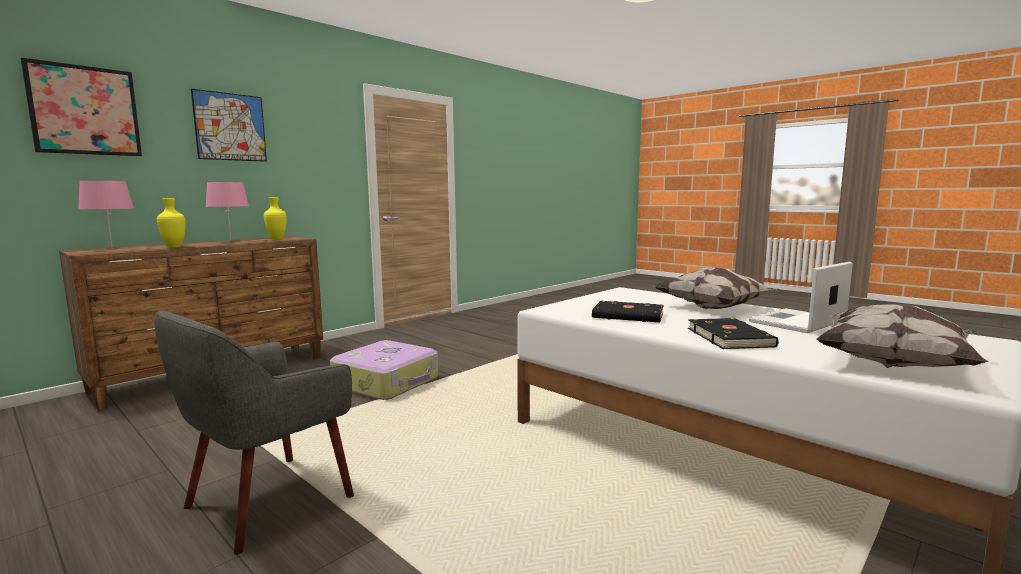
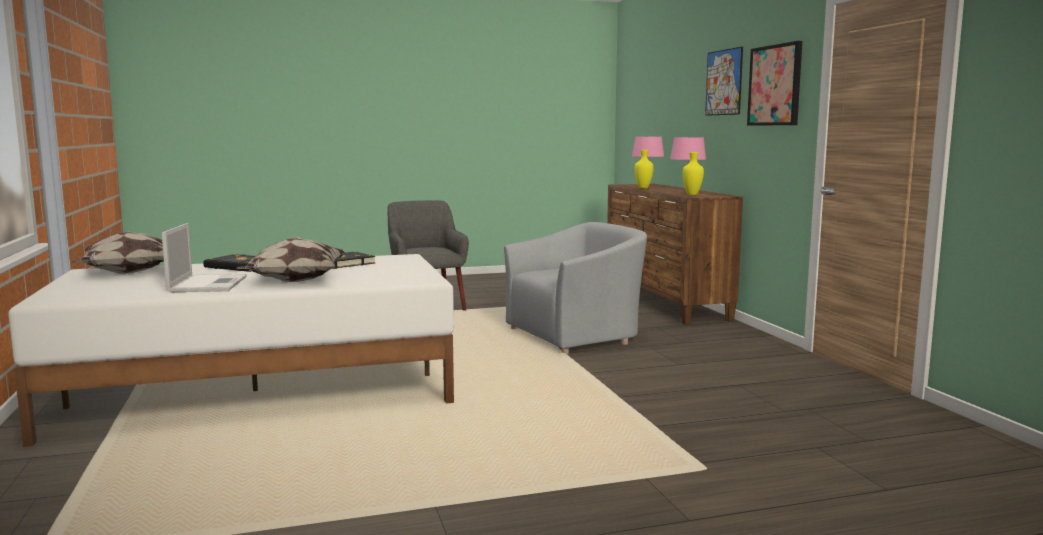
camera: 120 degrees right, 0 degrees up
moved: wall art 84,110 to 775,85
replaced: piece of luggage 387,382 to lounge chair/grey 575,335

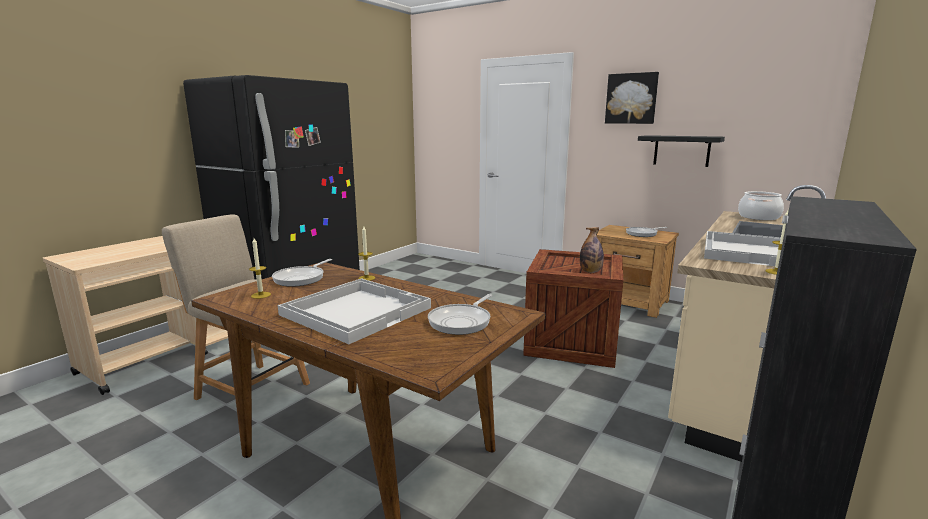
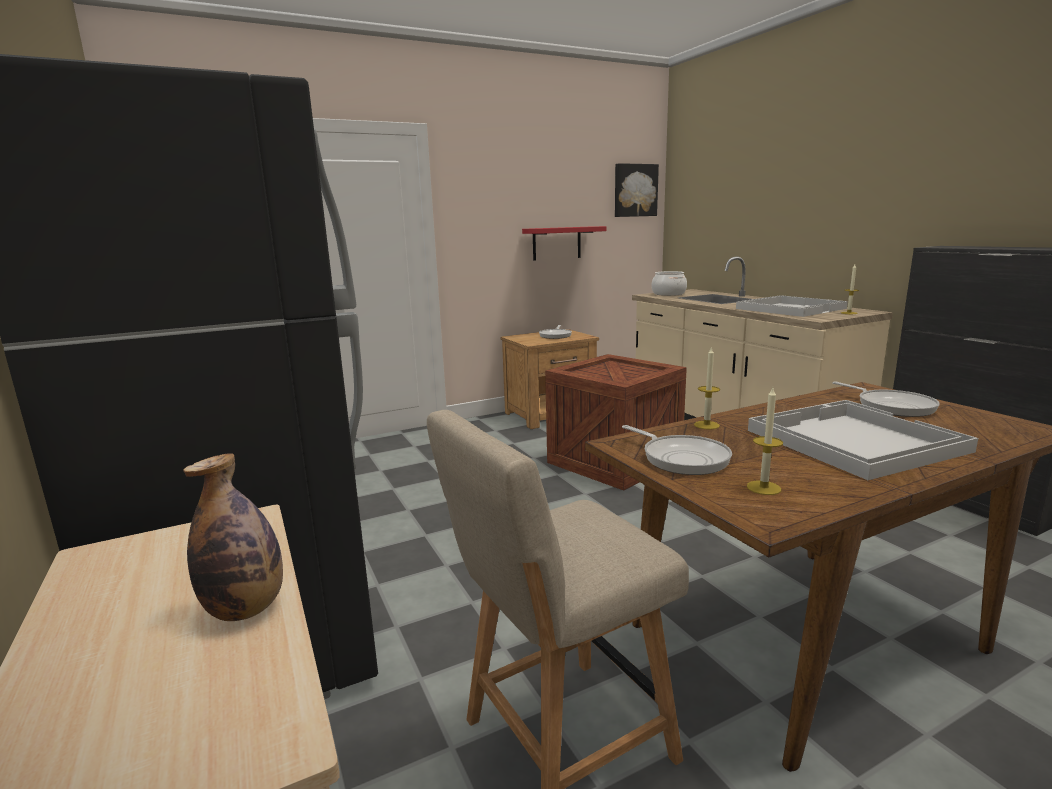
camera: 60 degrees left, 0 degrees up
moved: drink bottle 590,272 to 246,609; wall art 631,98 to 635,190
recoloured: bracket shelf/blackish 681,150 to bracket shelf/red 556,243

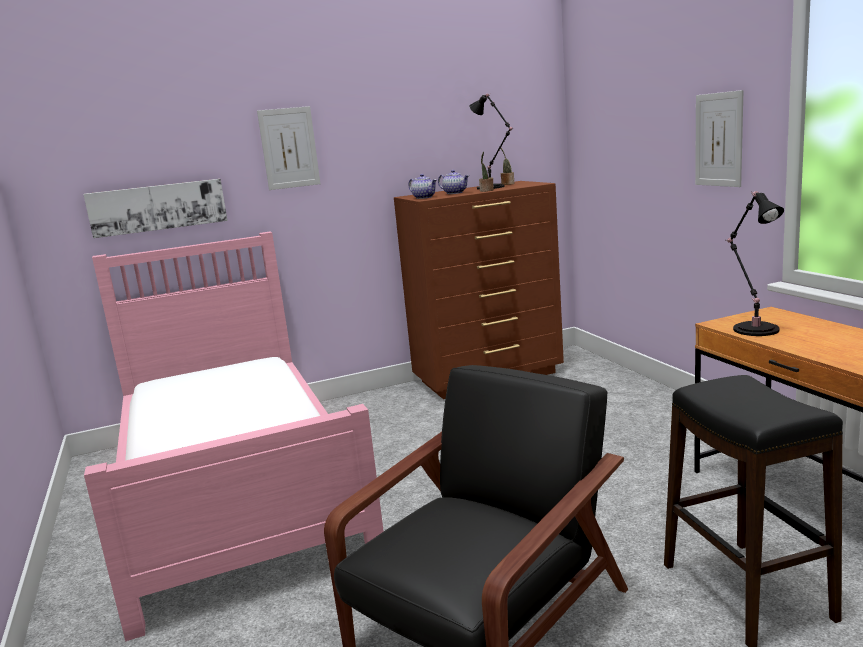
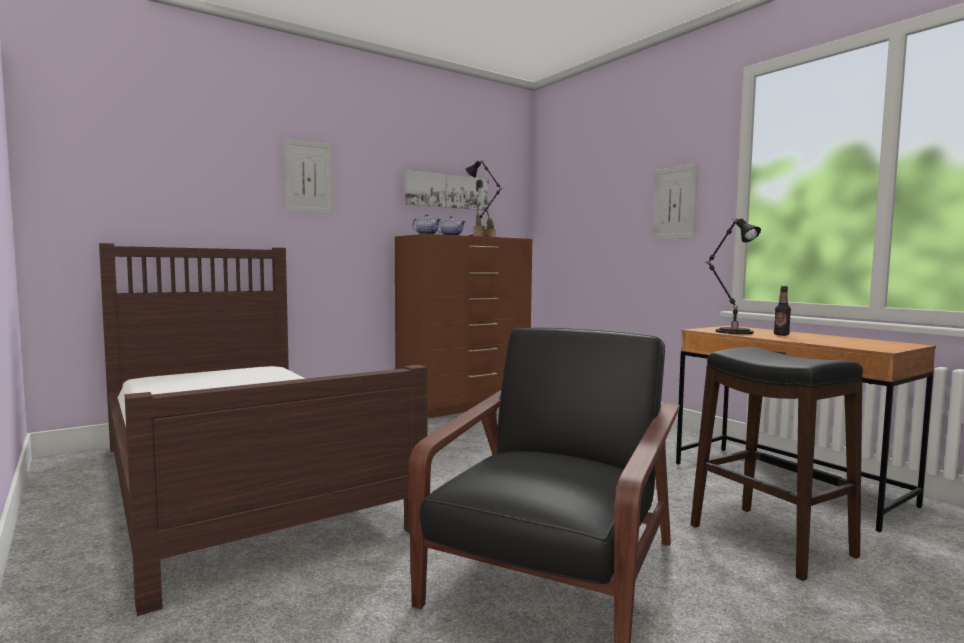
camera: 15 degrees left, 10 degrees down
added: drink bottle 781,335
moved: wall art 158,207 to 447,191
recoloured: sleeping bed/pink-coloured 236,490 to sleeping bed/brown-coloured 240,482

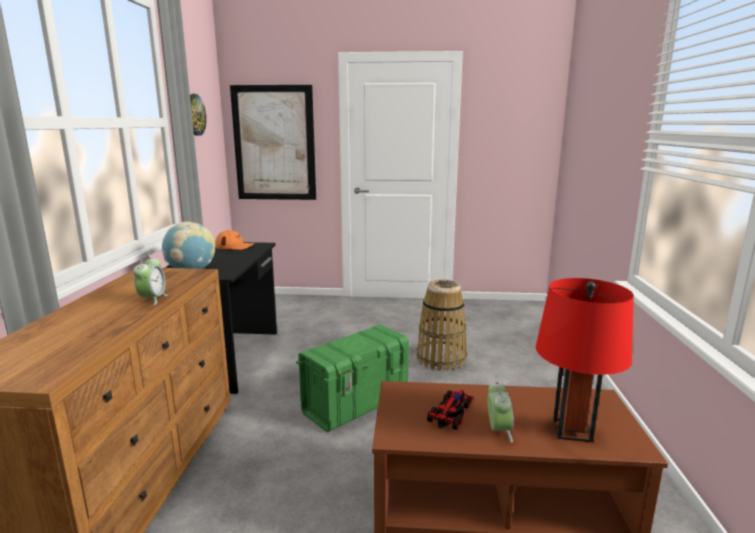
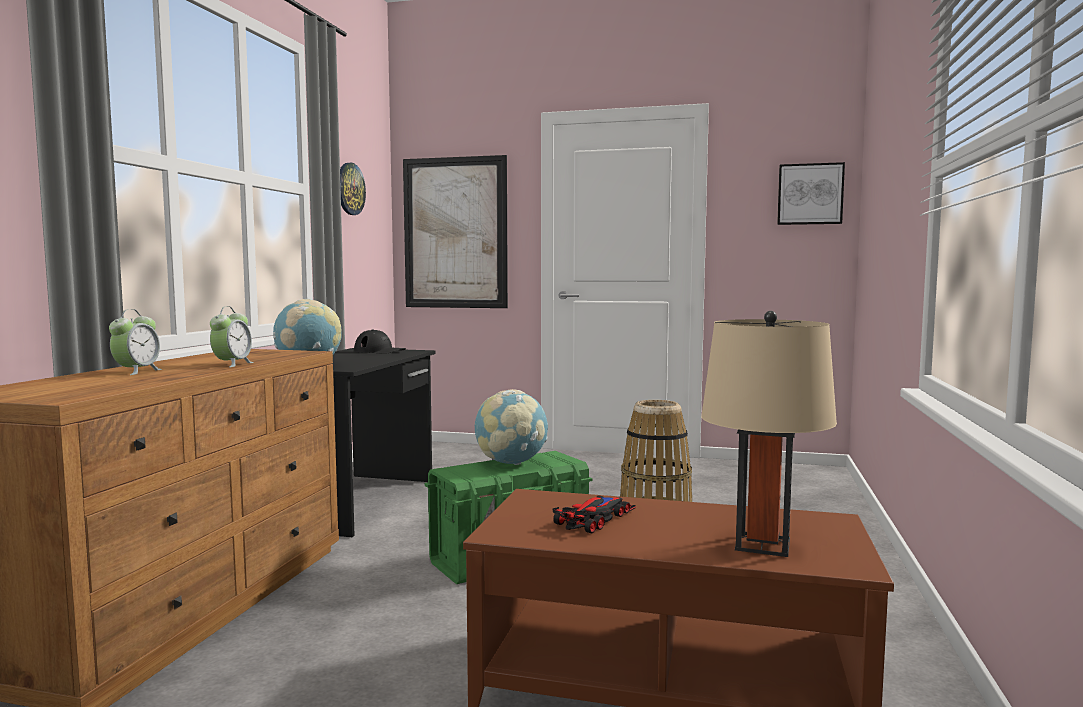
camera: 10 degrees right, 10 degrees down
added: globe 511,463; wall art 810,194
moved: bedside clock 498,431 to 137,371
recoloured: baseball cap/orange 234,246 to baseball cap/blackish 380,351; tabletop lamp/red 572,430 to tabletop lamp/beige-coloured 763,545

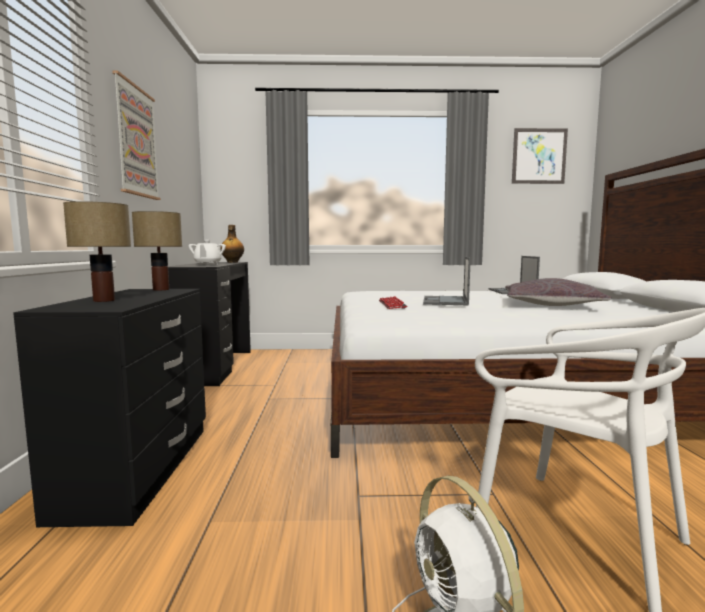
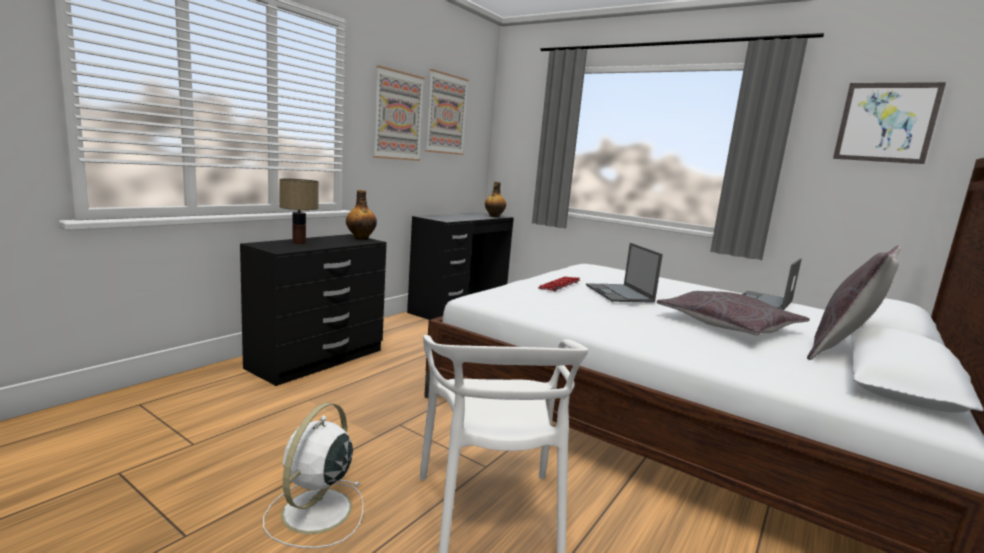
camera: 35 degrees right, 5 degrees up
removed: teapot/whitish 207,264
added: wall art 446,114; cushion/grey 842,353
replaced: tabletop lamp 160,289 to drink bottle 361,238
turned: laptop 445,301 = 619,293 60 degrees counterclockwise

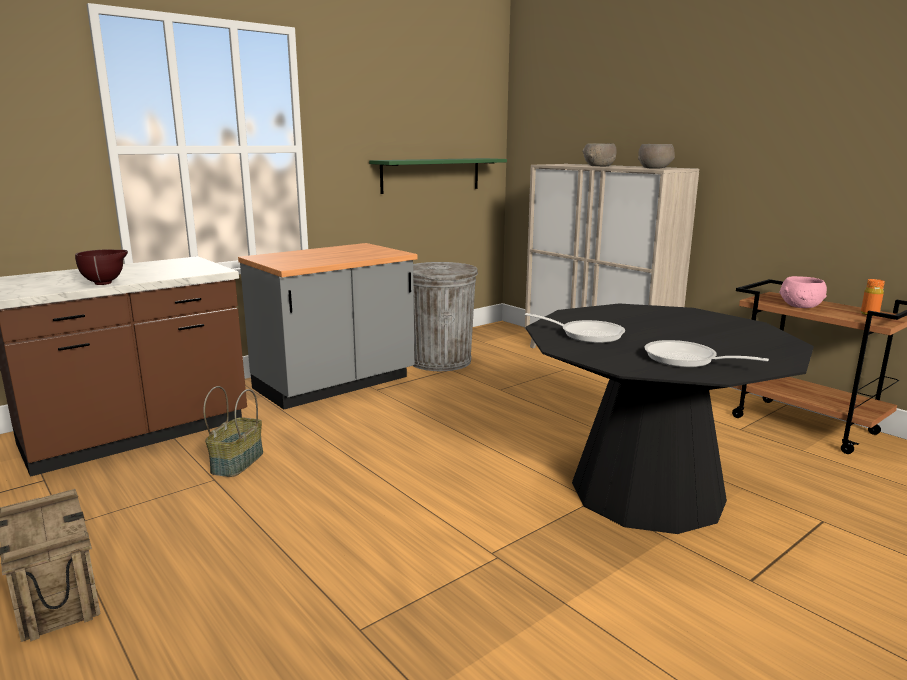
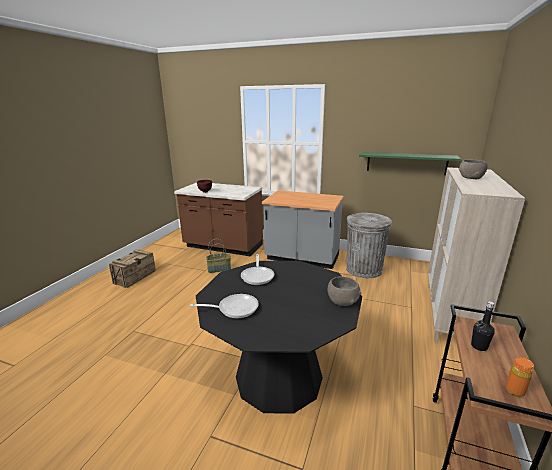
camera: 60 degrees right, 5 degrees up
moved: bowl/grey 654,168 to 342,301
replaced: bowl/pink-coloured 801,306 to drink bottle/blackish 479,346
turned: pan 686,360 = 234,308 75 degrees clockwise

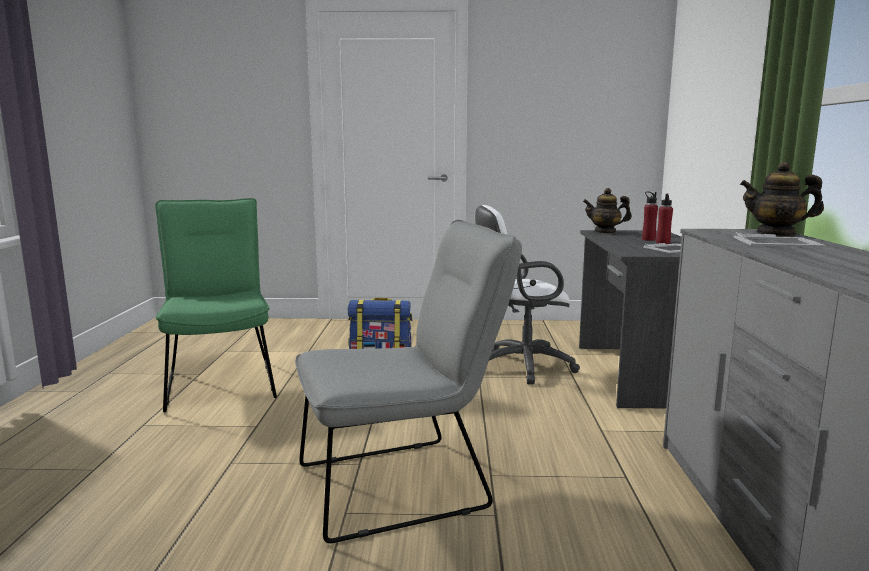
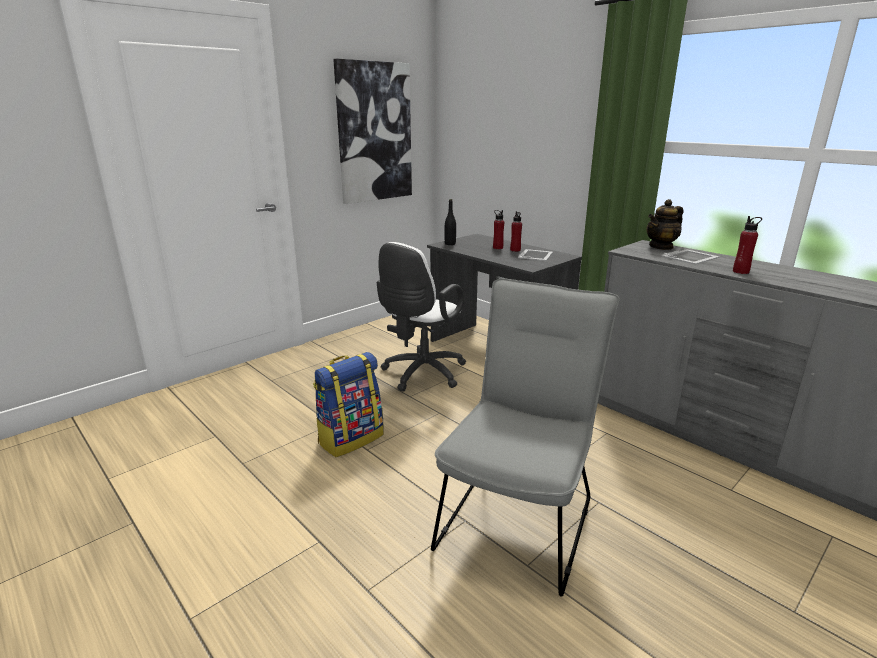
camera: 45 degrees left, 10 degrees up
removed: upright chair/greenish 221,381
added: wall art 374,133; drink bottle/red 741,272
replaced: teapot 605,232 to drink bottle/blackish 450,244

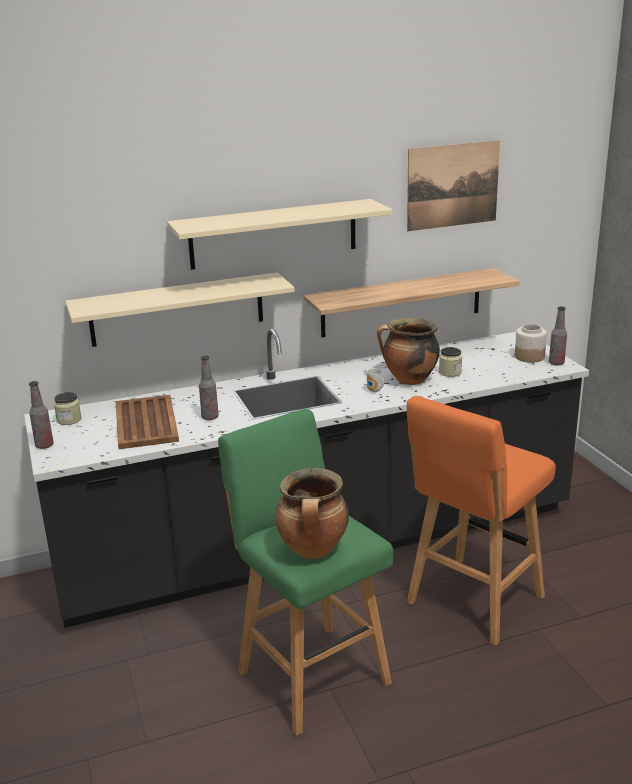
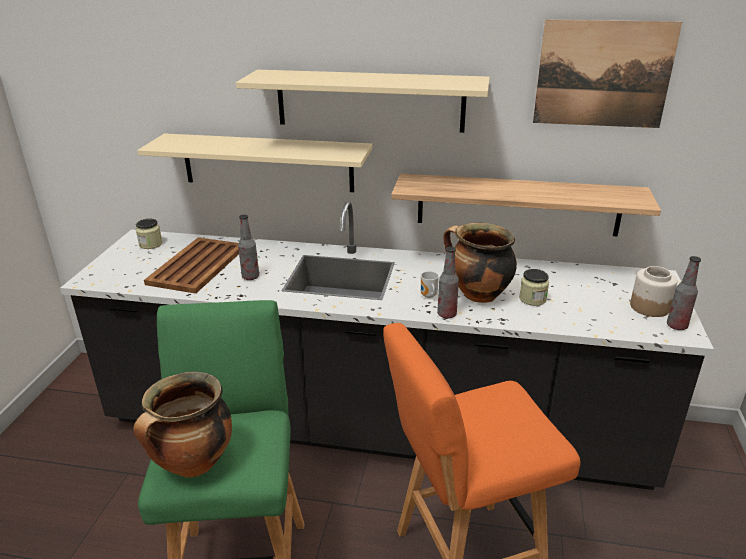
camera: 30 degrees right, 5 degrees up
moved: drink bottle 44,445 to 446,314

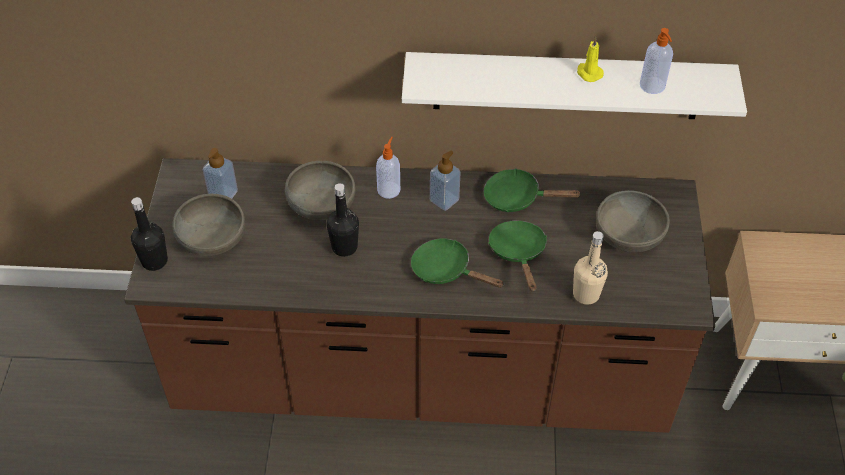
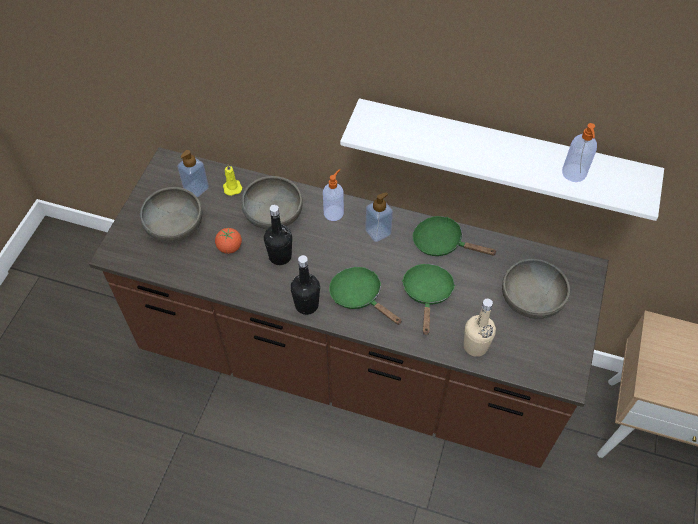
camera: 15 degrees right, 5 degrees up
added: whole tomato 229,247
moved: drink bottle/blackish 154,261 to 306,305; wax candle/yellow 588,73 to 232,187

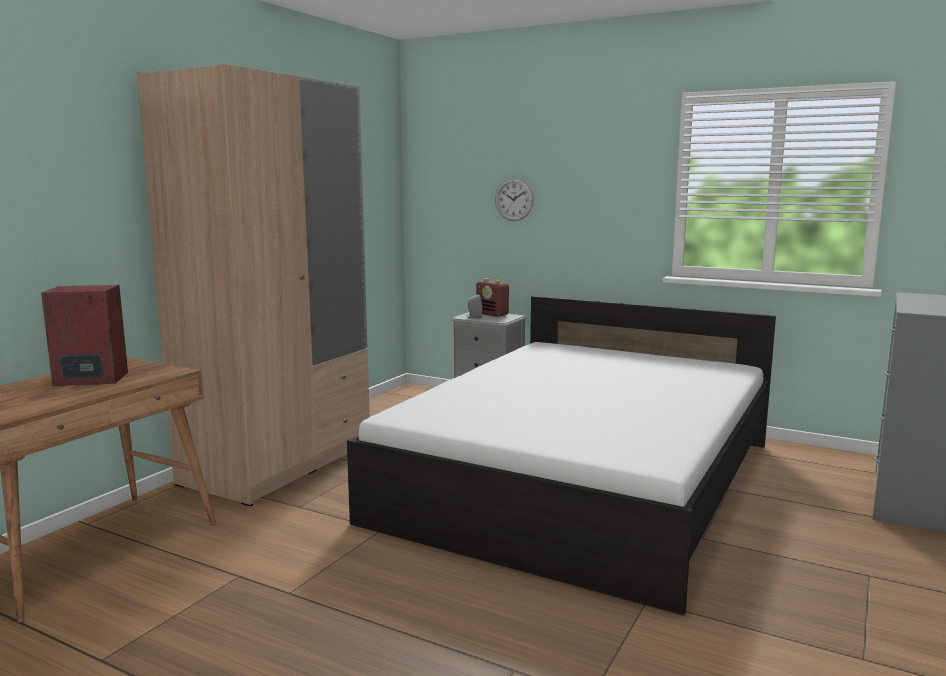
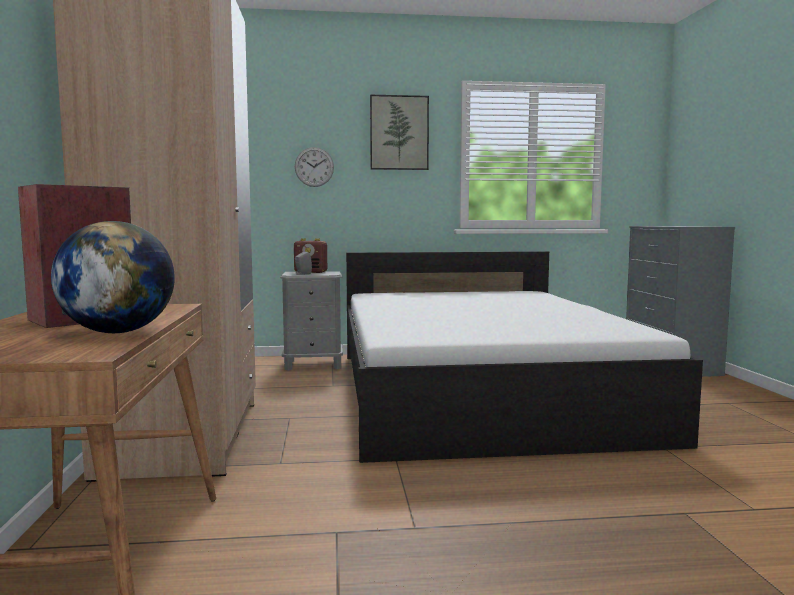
camera: 35 degrees left, 5 degrees down
added: globe 118,332; wall art 399,133

